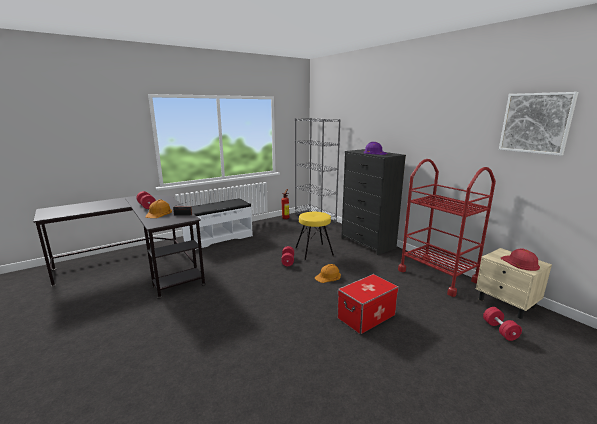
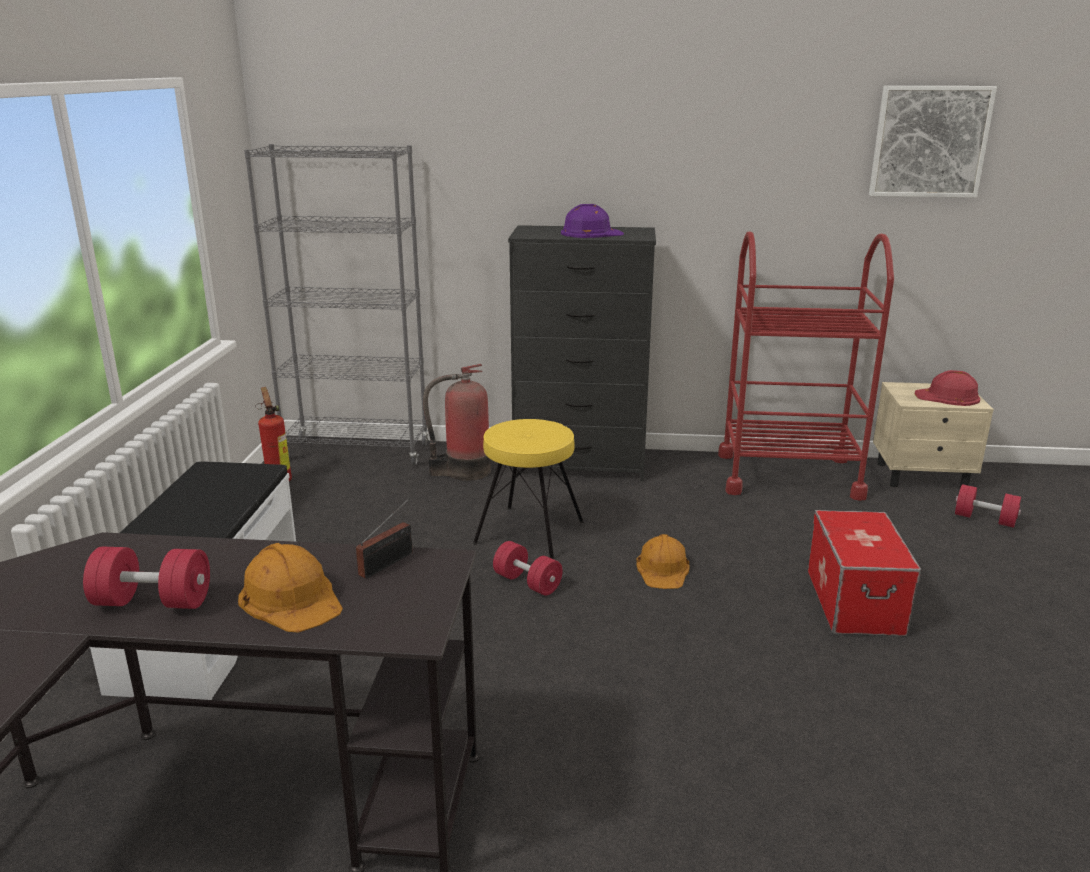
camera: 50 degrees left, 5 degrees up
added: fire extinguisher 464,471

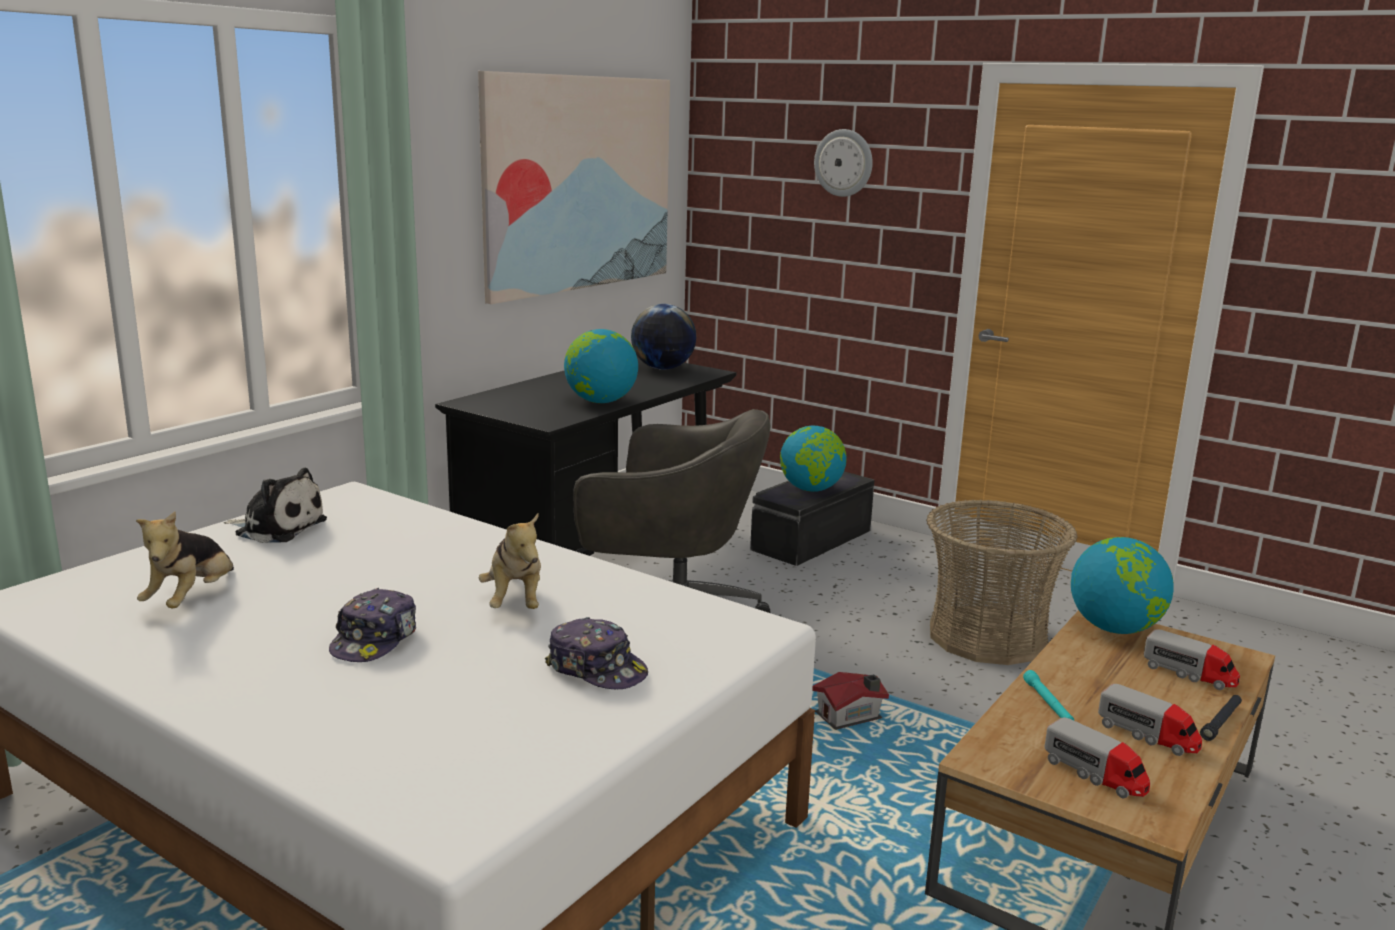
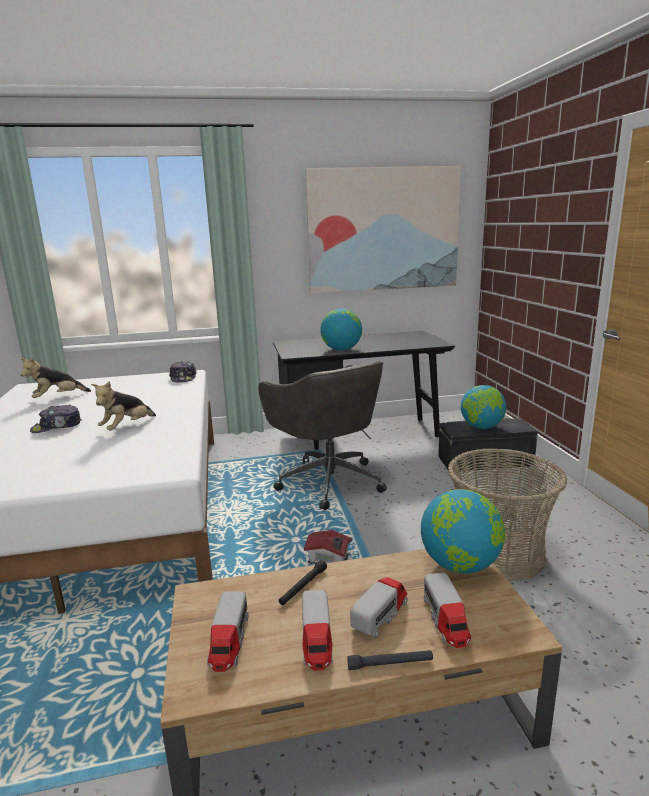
camera: 45 degrees right, 0 degrees up
removed: cuddly toy 277,528; globe 663,368; wall clock 844,163
added: toy truck 380,615
moved: baseball cap 597,669 to 183,378
recoloured: hand torch/blue-green 1048,704 to hand torch/blackish 303,587

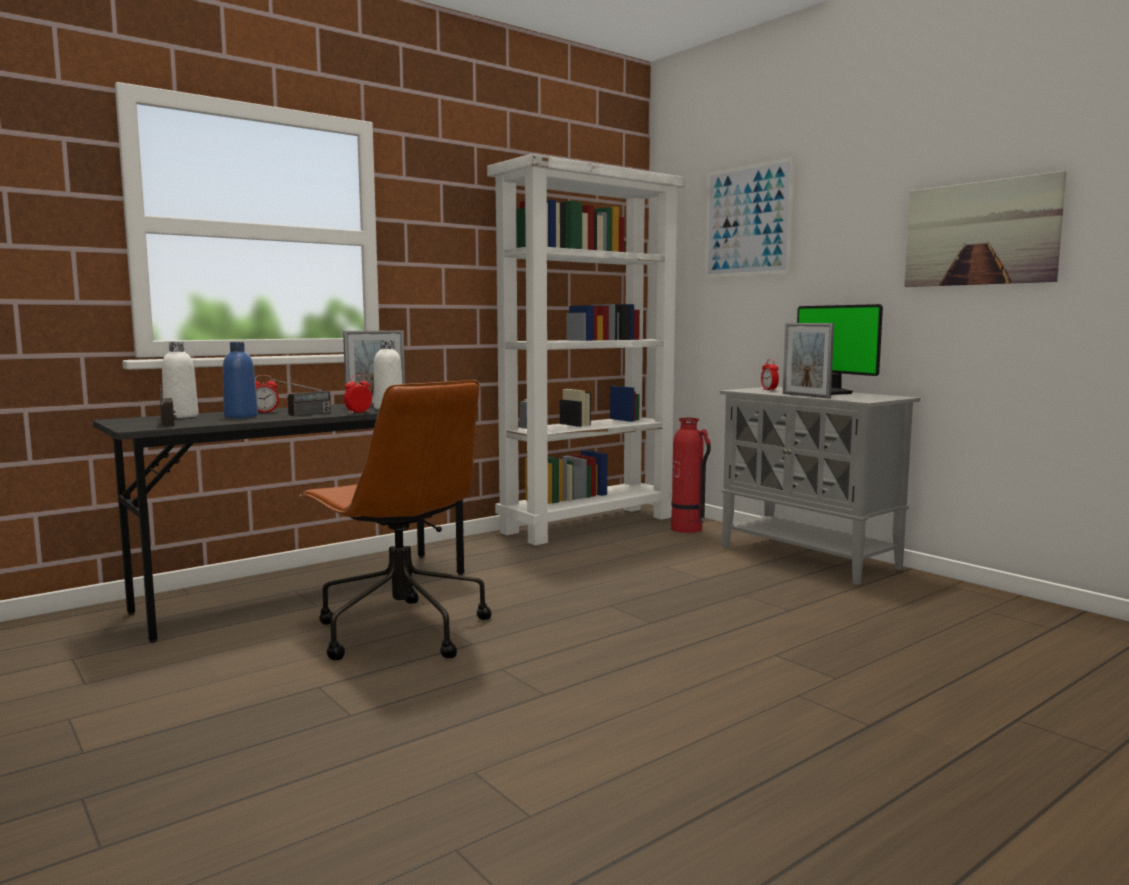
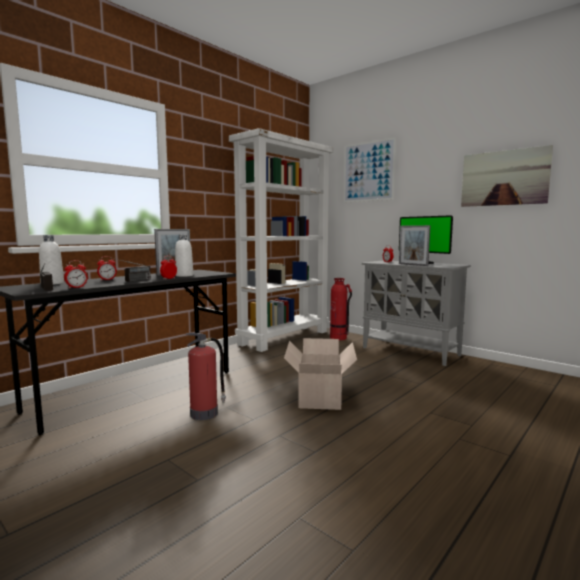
camera: 10 degrees left, 0 degrees up
removed: drink bottle/bluish 241,416
added: bedside clock 76,287; packing box 319,397
replaced: desk chair/brown-coloured 400,630 to fire extinguisher 205,413

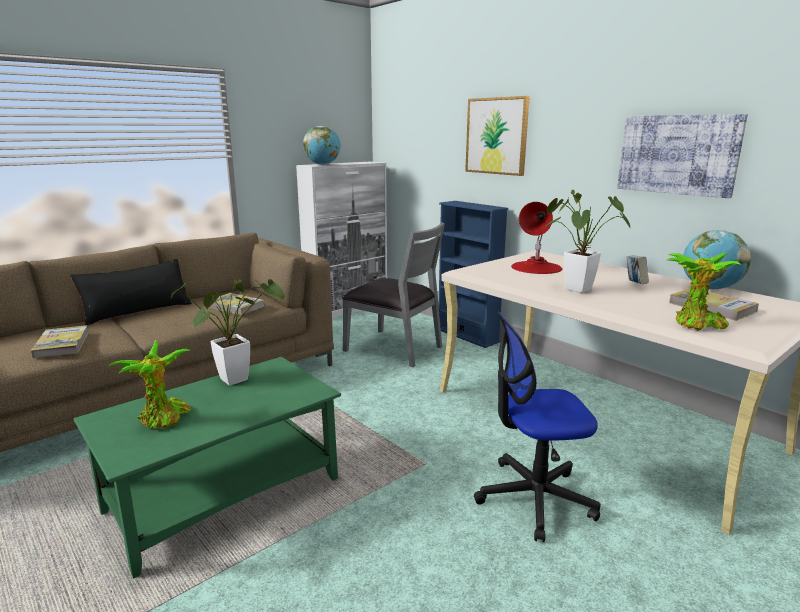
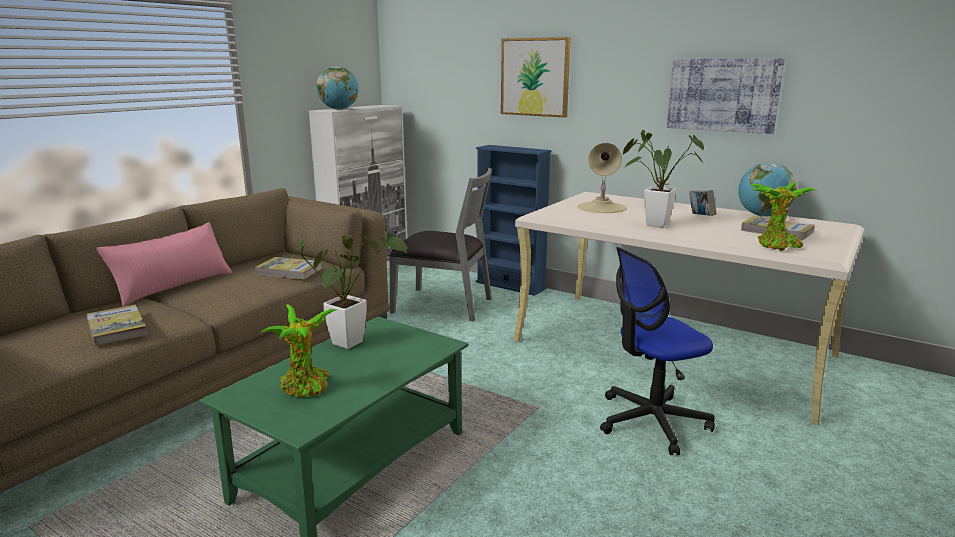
camera: 15 degrees left, 0 degrees up
recoloured: cushion/blackish 137,311 to cushion/pink-coloured 173,286; tabletop lamp/red 536,267 to tabletop lamp/beige-coloured 602,207

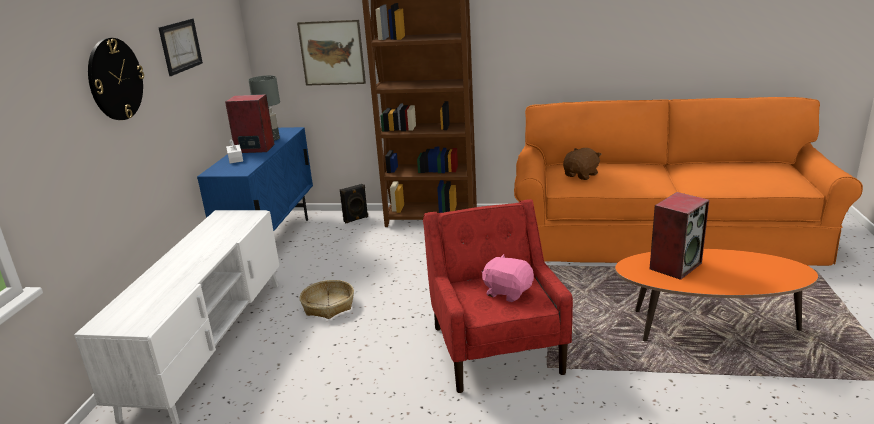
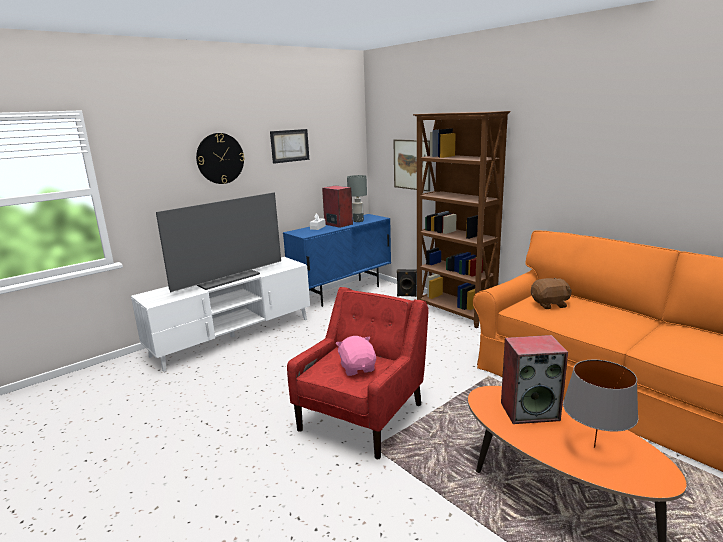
camera: 40 degrees right, 5 degrees down
removed: basket 328,306
added: television 227,278; tabletop lamp/grey 594,447

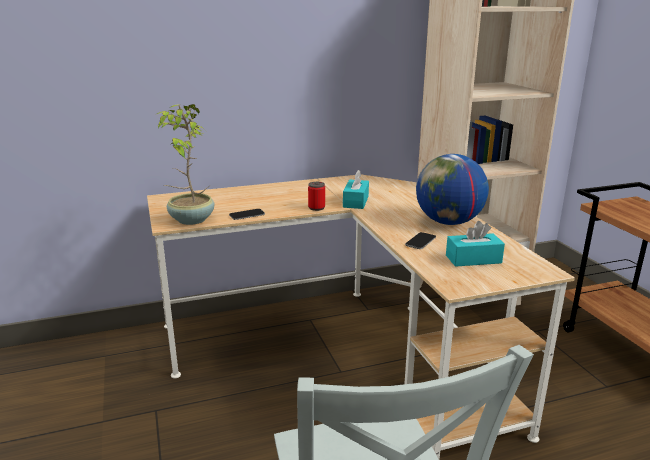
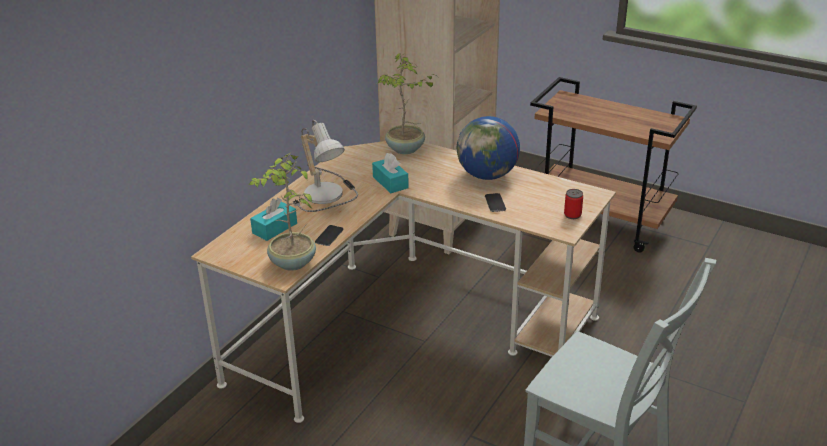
camera: 40 degrees left, 10 degrees up
added: tabletop lamp 328,194; potted plant 406,149
moved: can 316,208 to 572,215; tissue box/blue-green 473,259 to 274,228

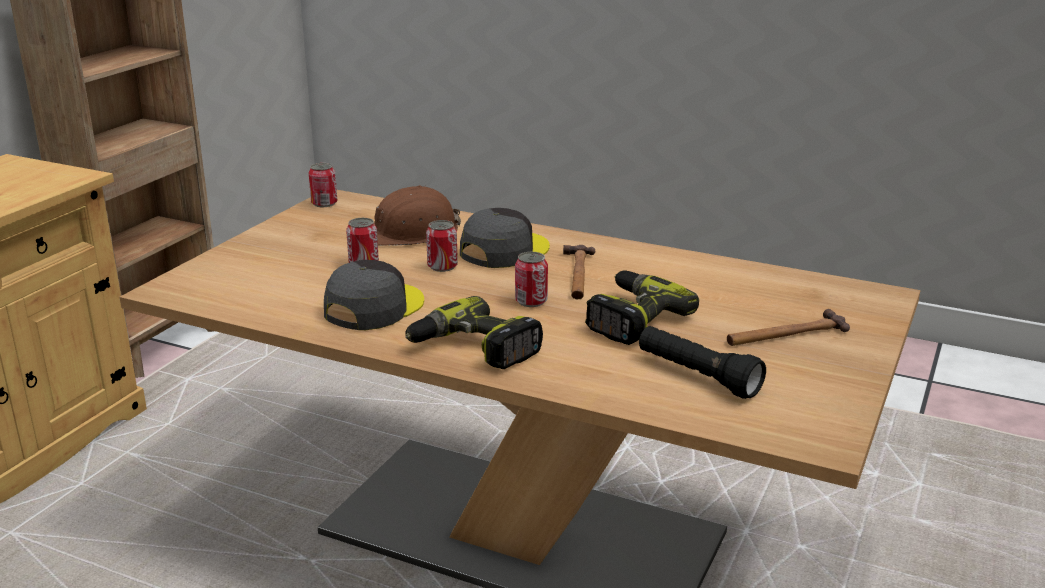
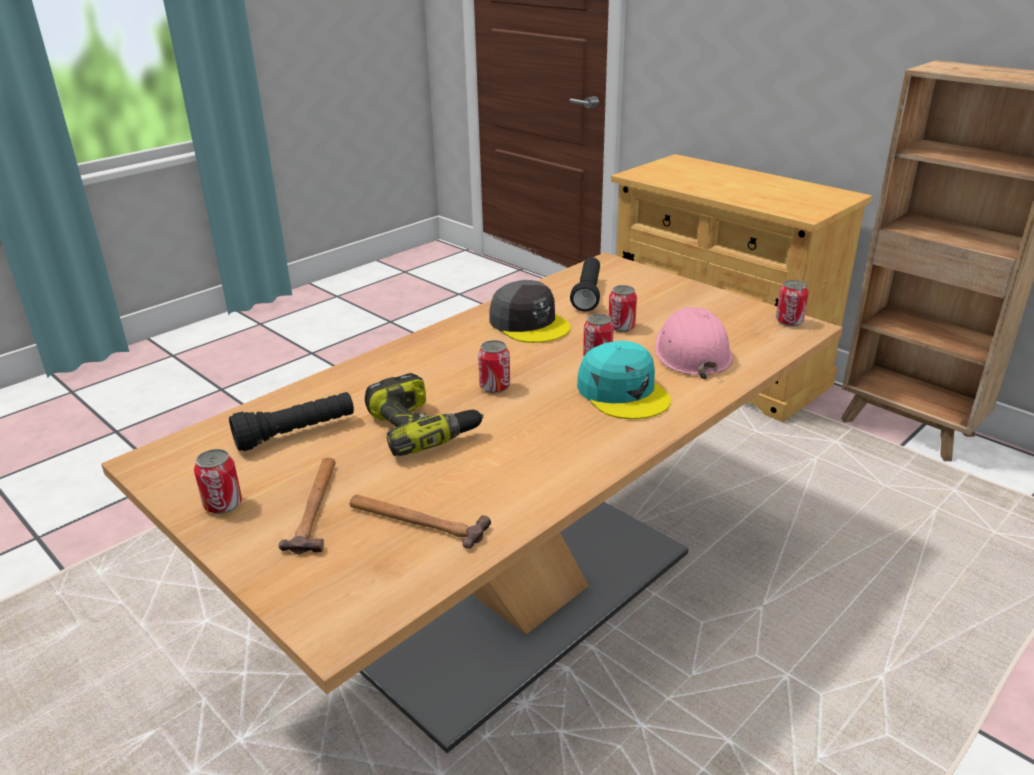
camera: 110 degrees right, 5 degrees up
removed: drill 473,349
added: can 223,504; hand torch/blackish 587,294
moved: hammer 577,275 to 416,521
recoloured: hard hat/brown-coloured 411,233 to hard hat/pink-coloured 691,353; baseball cap/grey 504,250 to baseball cap/blue-green 623,392

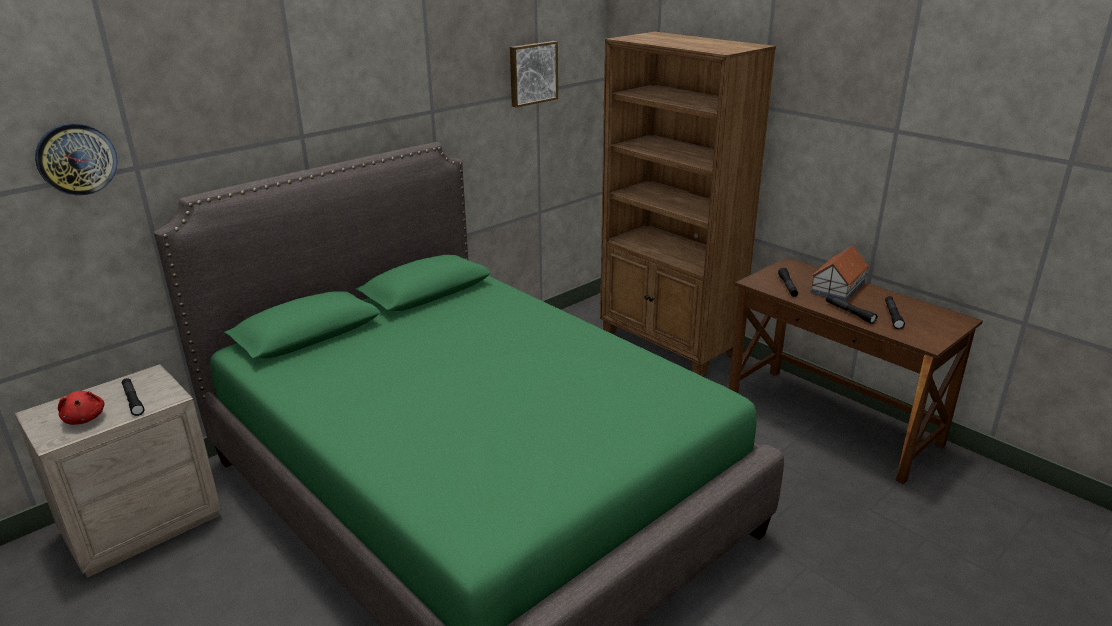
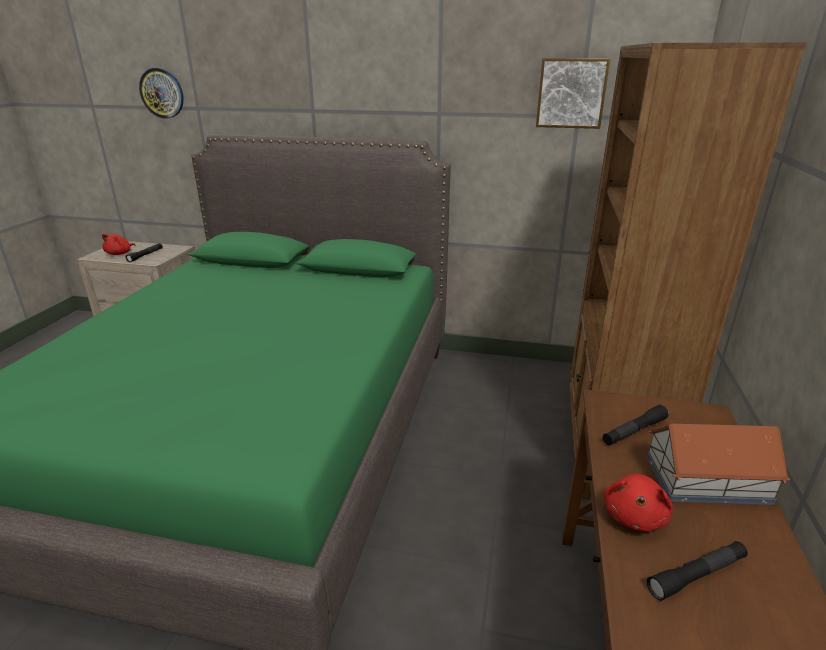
camera: 55 degrees right, 0 degrees up
replaced: hand torch/blackish 849,313 to cuddly toy/red 634,515

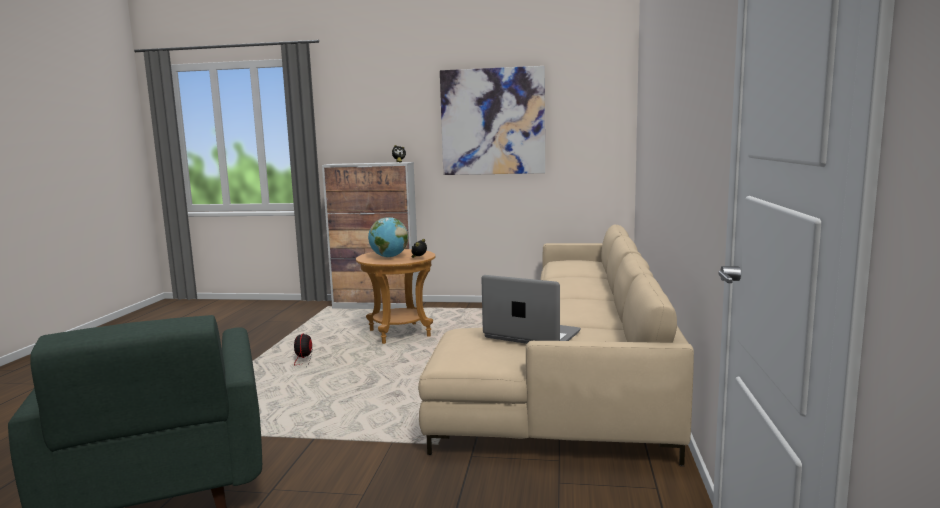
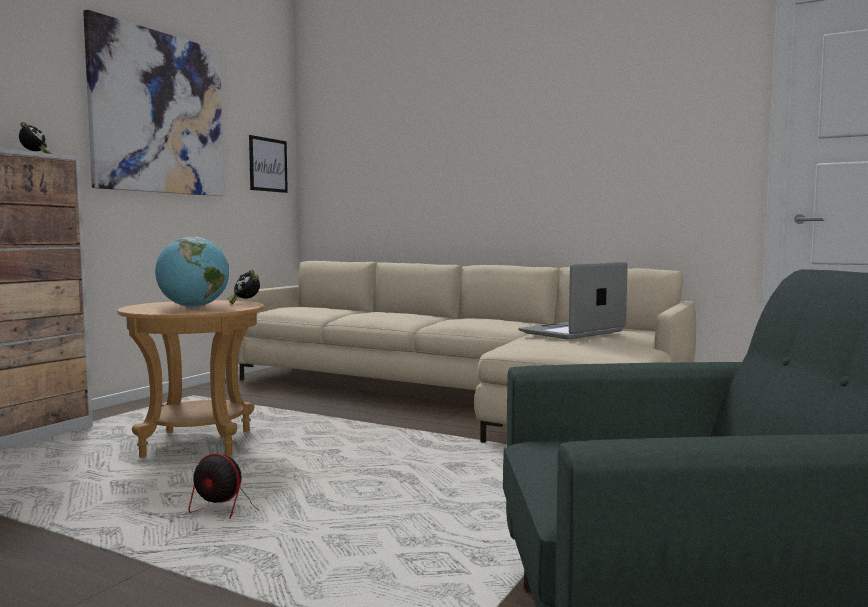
camera: 70 degrees left, 5 degrees down
added: wall art 268,165

